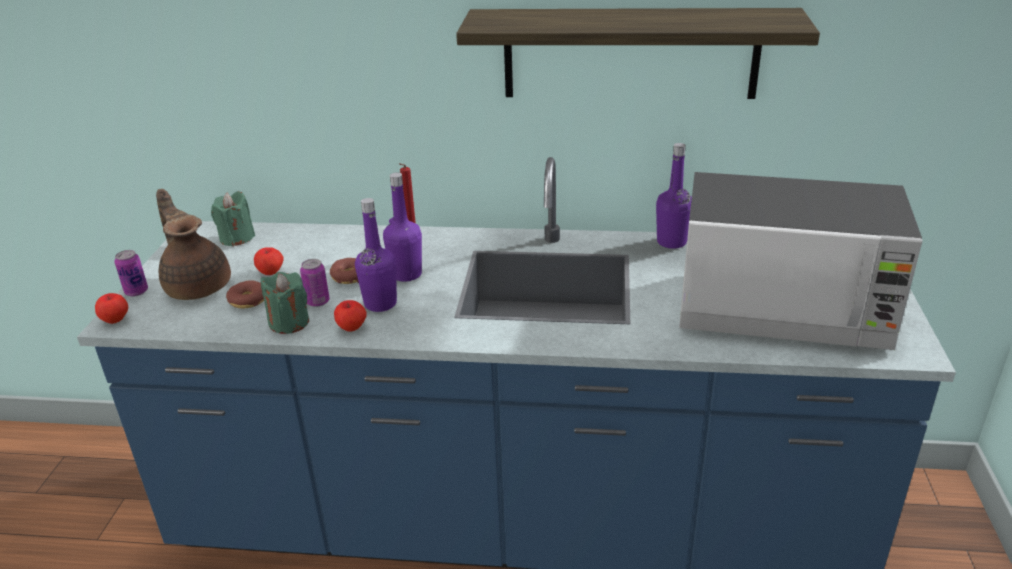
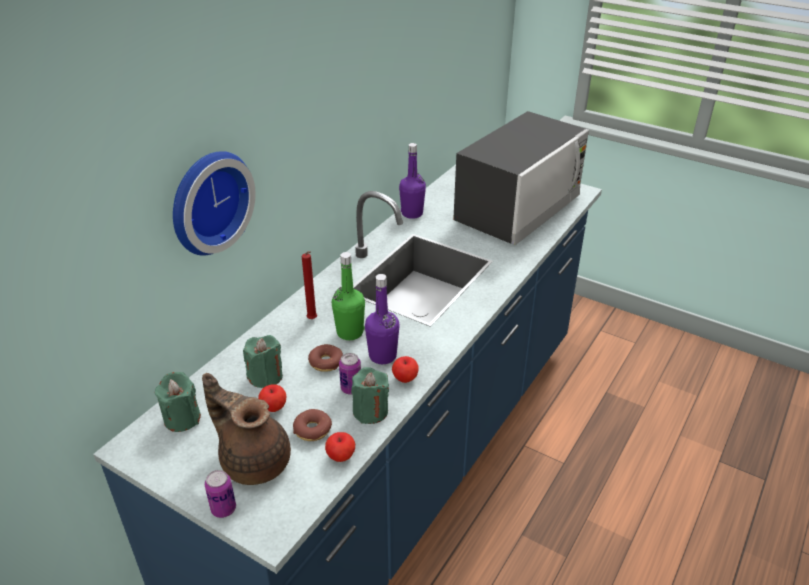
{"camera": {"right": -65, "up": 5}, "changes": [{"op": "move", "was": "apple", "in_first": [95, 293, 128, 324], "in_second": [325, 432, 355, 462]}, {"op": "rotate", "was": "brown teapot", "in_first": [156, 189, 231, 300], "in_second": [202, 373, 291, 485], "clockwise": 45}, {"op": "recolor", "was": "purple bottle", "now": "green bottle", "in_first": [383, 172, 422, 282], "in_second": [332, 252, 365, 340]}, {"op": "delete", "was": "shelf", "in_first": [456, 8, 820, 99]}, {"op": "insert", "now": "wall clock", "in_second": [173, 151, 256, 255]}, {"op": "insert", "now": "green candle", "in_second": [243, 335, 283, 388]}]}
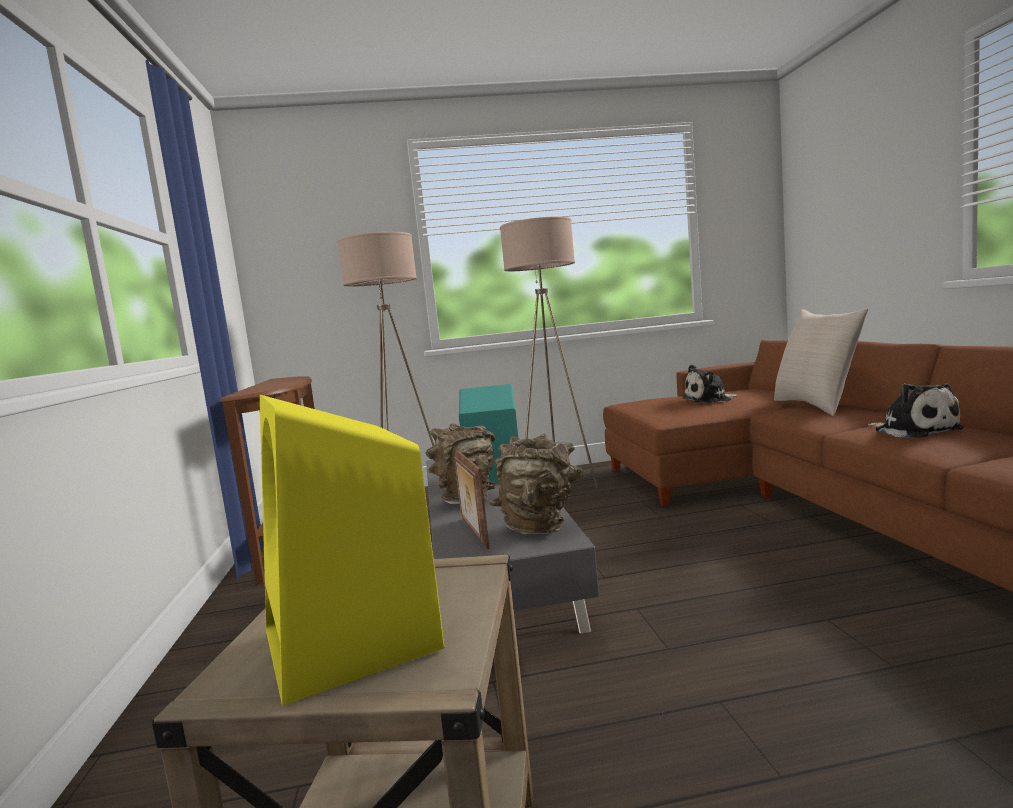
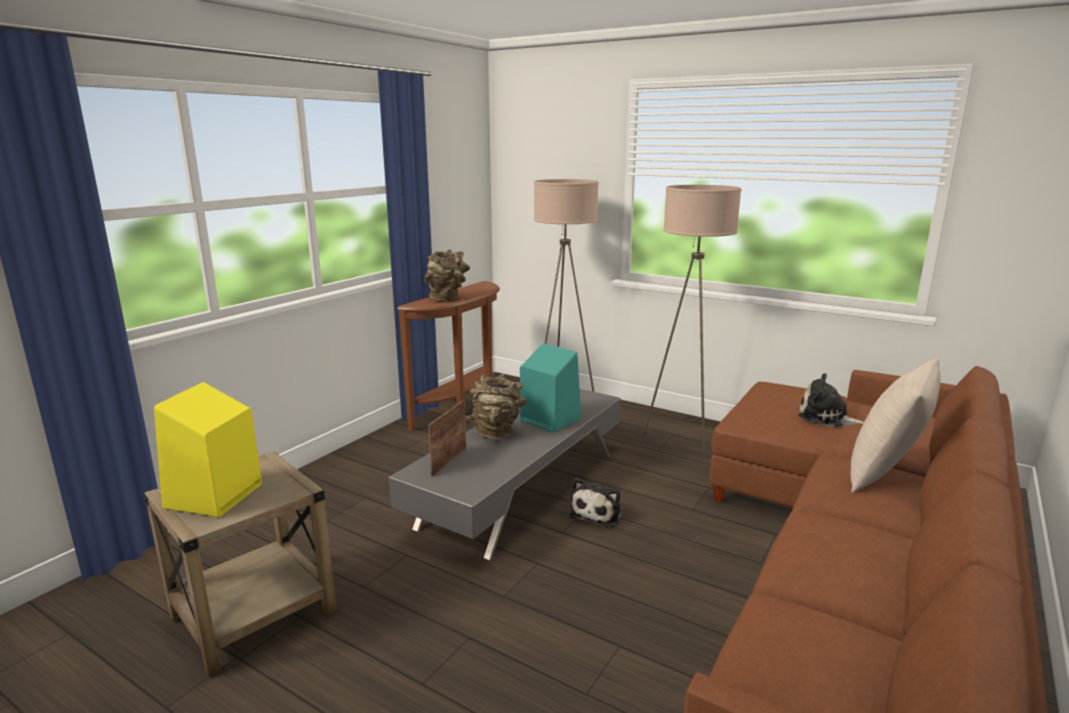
{"camera": {"right": 40, "up": 10}, "changes": [{"op": "move", "was": "brown vase", "in_first": [489, 434, 583, 534], "in_second": [424, 249, 470, 302]}, {"op": "move", "was": "plush toy", "in_first": [868, 383, 964, 438], "in_second": [570, 478, 621, 526]}]}
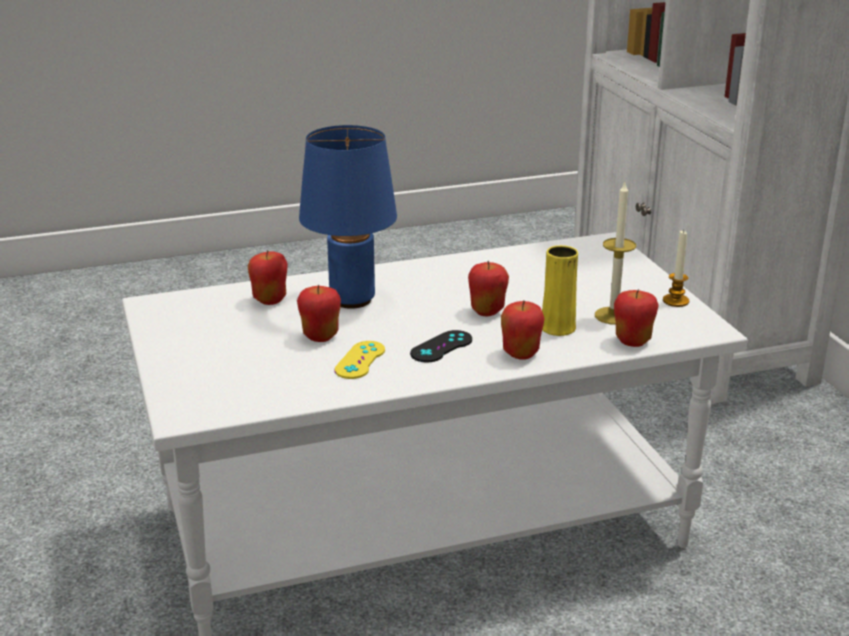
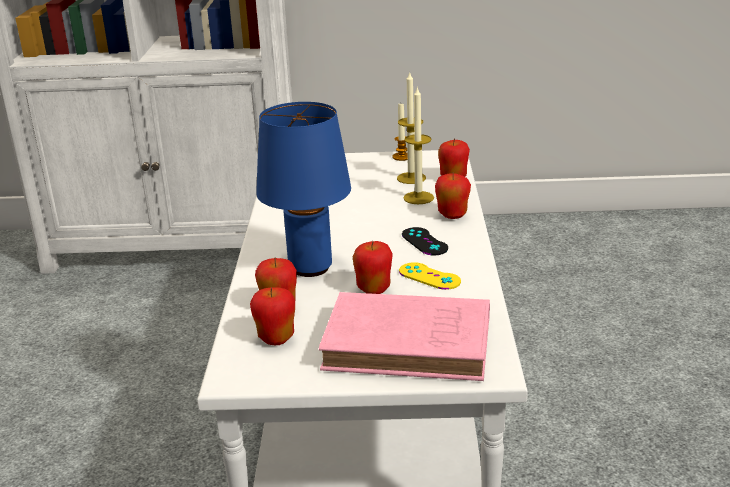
{"camera": {"right": -70, "up": 0}, "changes": [{"op": "move", "was": "apple", "in_first": [468, 261, 509, 316], "in_second": [250, 287, 295, 345]}, {"op": "replace", "was": "yellow vase", "now": "candle", "in_first": [542, 245, 578, 336], "in_second": [403, 86, 434, 204]}, {"op": "insert", "now": "pink book", "in_second": [319, 292, 490, 381]}]}
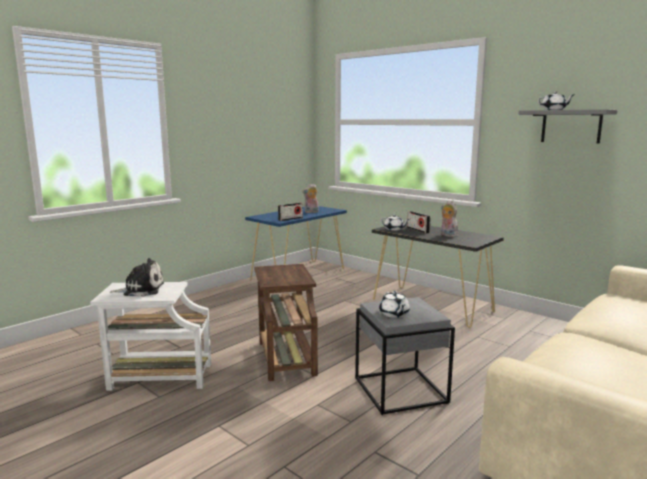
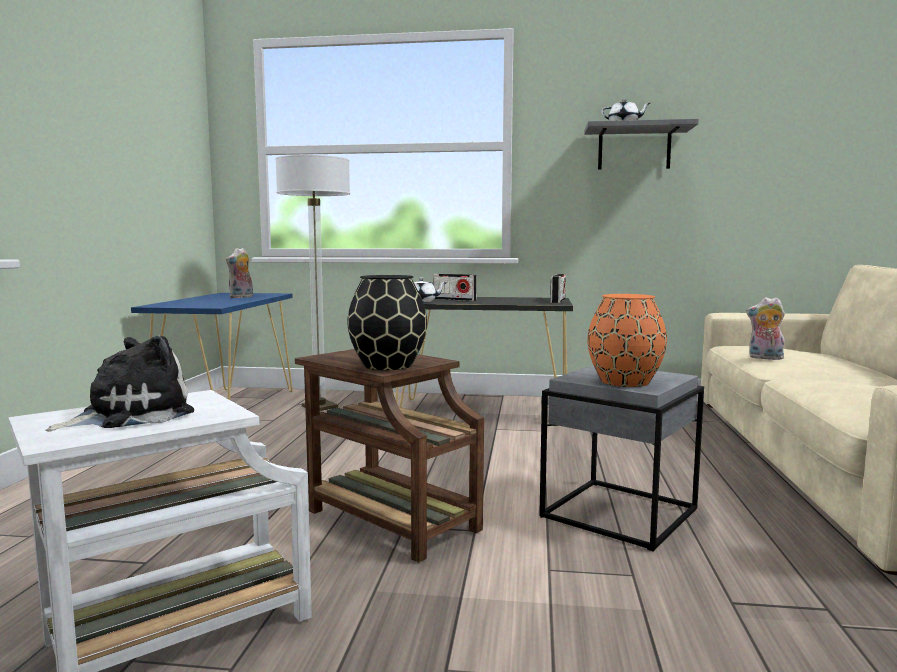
{"camera": {"right": -35, "up": -5}, "changes": [{"op": "move", "was": "radio", "in_first": [278, 203, 303, 221], "in_second": [550, 274, 566, 303]}, {"op": "replace", "was": "white teapot", "now": "orange vase", "in_first": [379, 291, 410, 318], "in_second": [587, 294, 667, 387]}, {"op": "move", "was": "plush toy", "in_first": [441, 200, 458, 237], "in_second": [746, 297, 785, 360]}, {"op": "insert", "now": "floor lamp", "in_second": [275, 155, 350, 411]}, {"op": "insert", "now": "black vase", "in_second": [347, 275, 427, 370]}]}
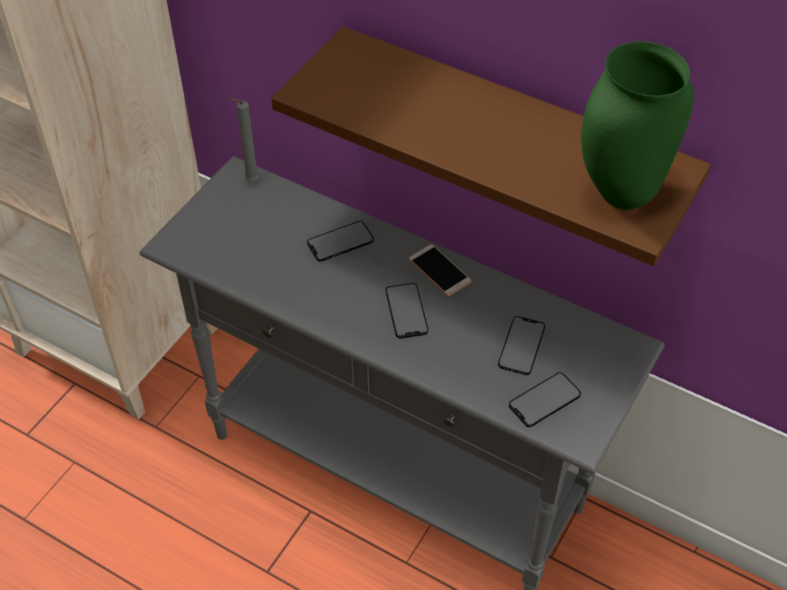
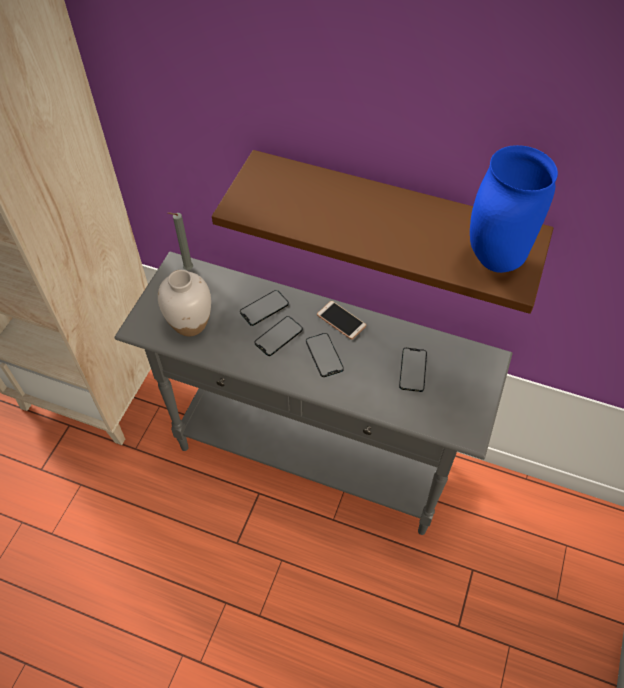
{"camera": {"right": -10, "up": 5}, "changes": [{"op": "move", "was": "phone", "in_first": [509, 372, 581, 427], "in_second": [255, 316, 303, 356]}, {"op": "recolor", "was": "green vase", "now": "blue vase", "in_first": [581, 41, 694, 210], "in_second": [470, 145, 558, 273]}, {"op": "insert", "now": "white vase", "in_second": [158, 270, 211, 336]}]}
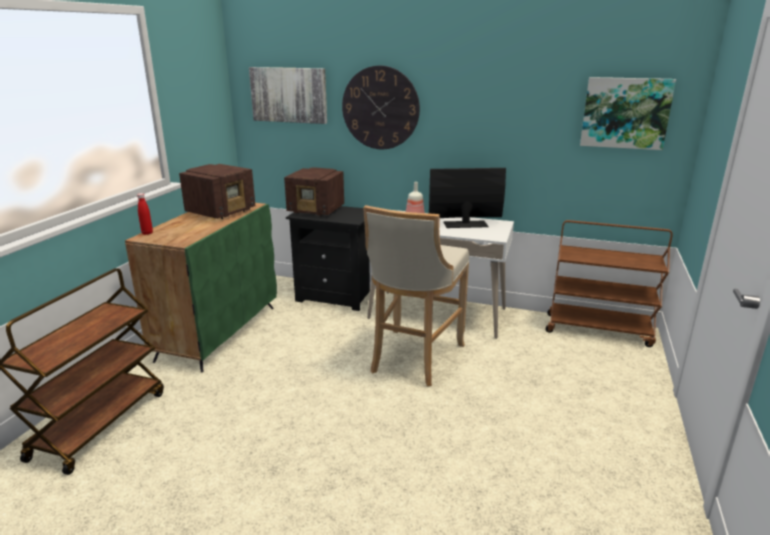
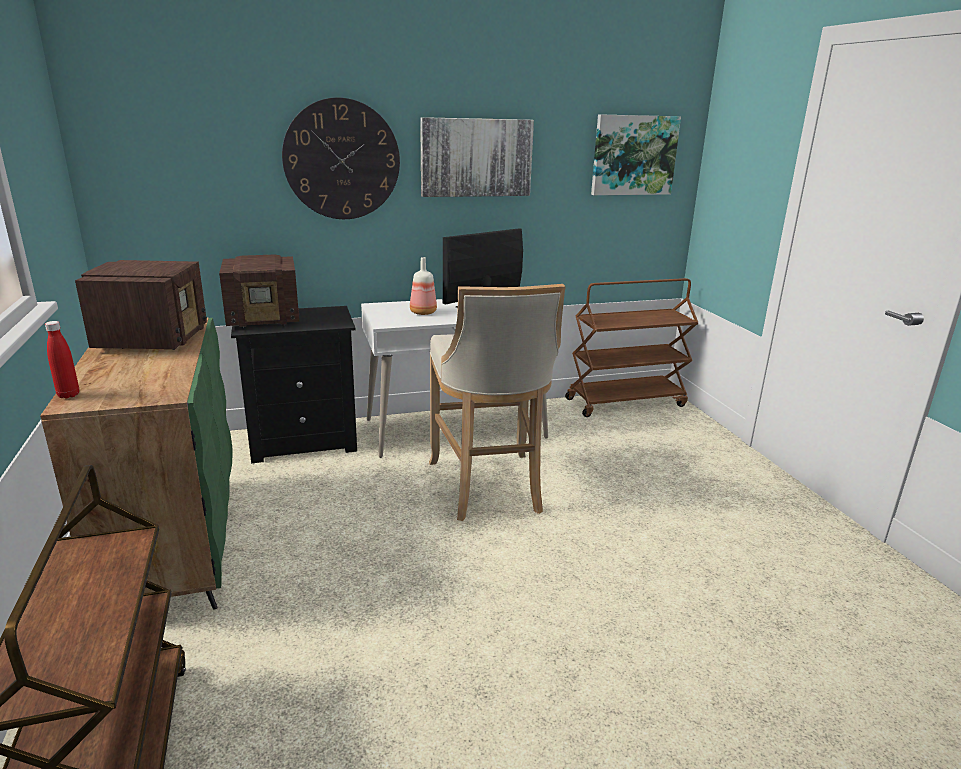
{"camera": {"right": -35, "up": 0}, "changes": [{"op": "move", "was": "picture", "in_first": [249, 67, 327, 124], "in_second": [420, 117, 534, 197]}]}
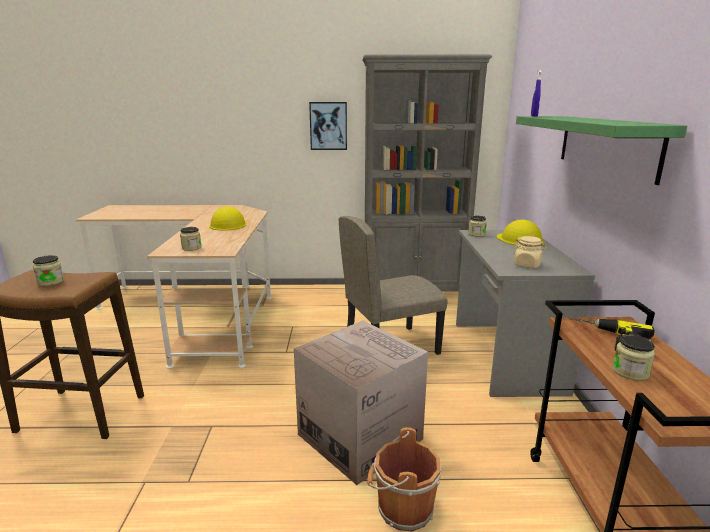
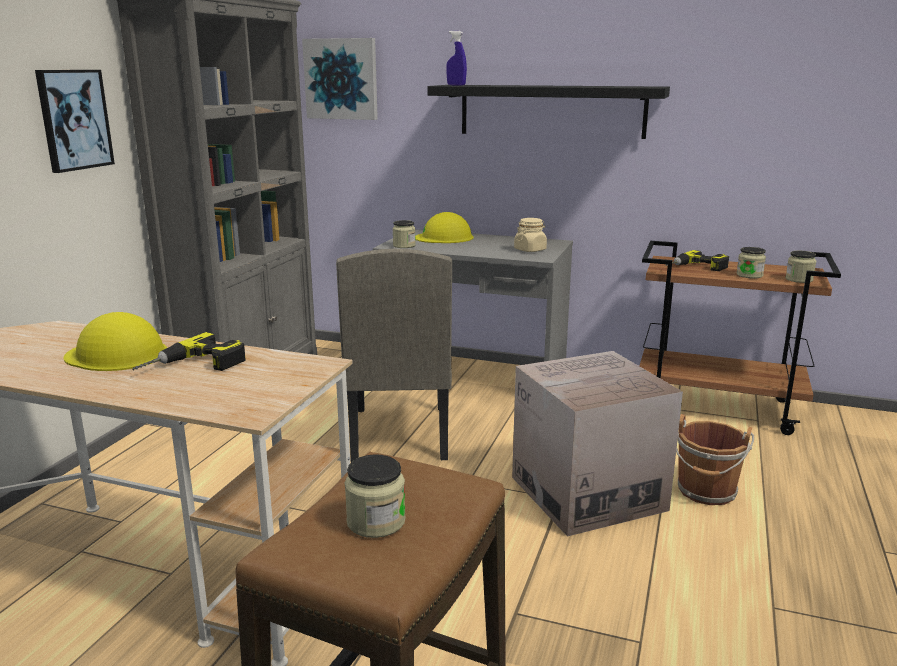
{"camera": {"right": -70, "up": 0}, "changes": [{"op": "move", "was": "jar", "in_first": [180, 227, 202, 251], "in_second": [785, 251, 816, 283]}, {"op": "recolor", "was": "green shelf", "now": "black shelf", "in_first": [516, 116, 687, 185], "in_second": [427, 85, 670, 139]}, {"op": "insert", "now": "power drill", "in_second": [132, 332, 246, 371]}, {"op": "insert", "now": "picture", "in_second": [302, 38, 378, 120]}]}
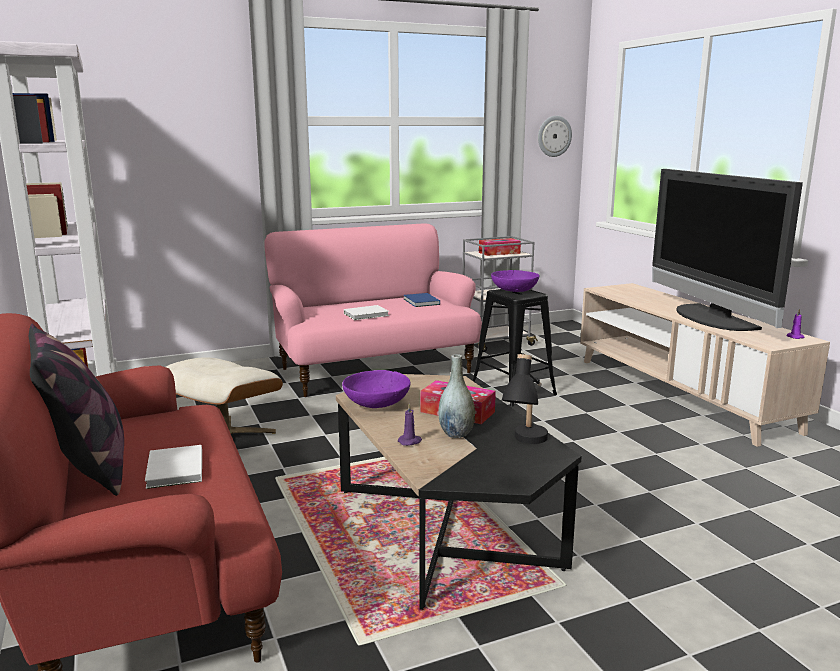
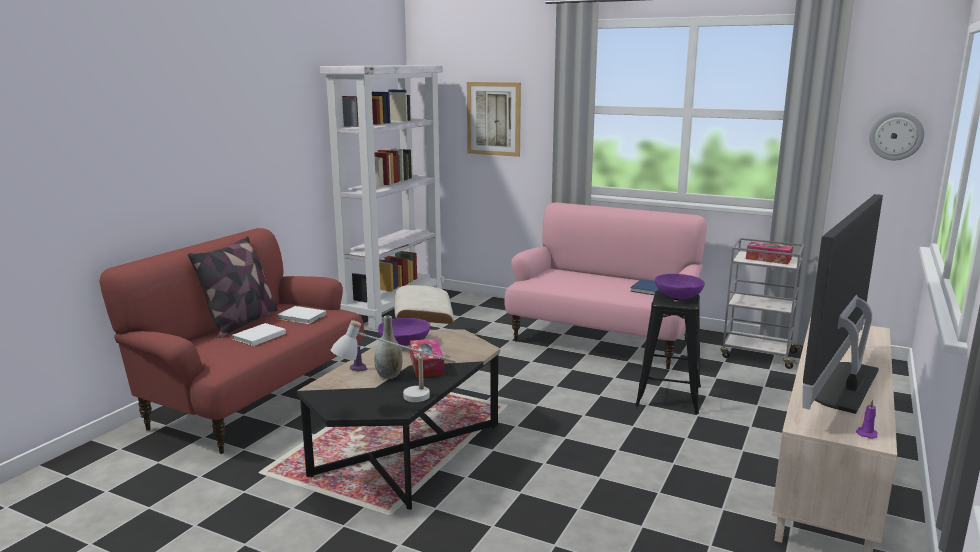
{"camera": {"right": 50, "up": 0}, "changes": [{"op": "move", "was": "white book", "in_first": [344, 305, 389, 320], "in_second": [277, 306, 326, 324]}, {"op": "recolor", "was": "black table lamp", "now": "white table lamp", "in_first": [502, 354, 548, 444], "in_second": [331, 320, 456, 402]}, {"op": "insert", "now": "picture", "in_second": [467, 82, 521, 157]}]}
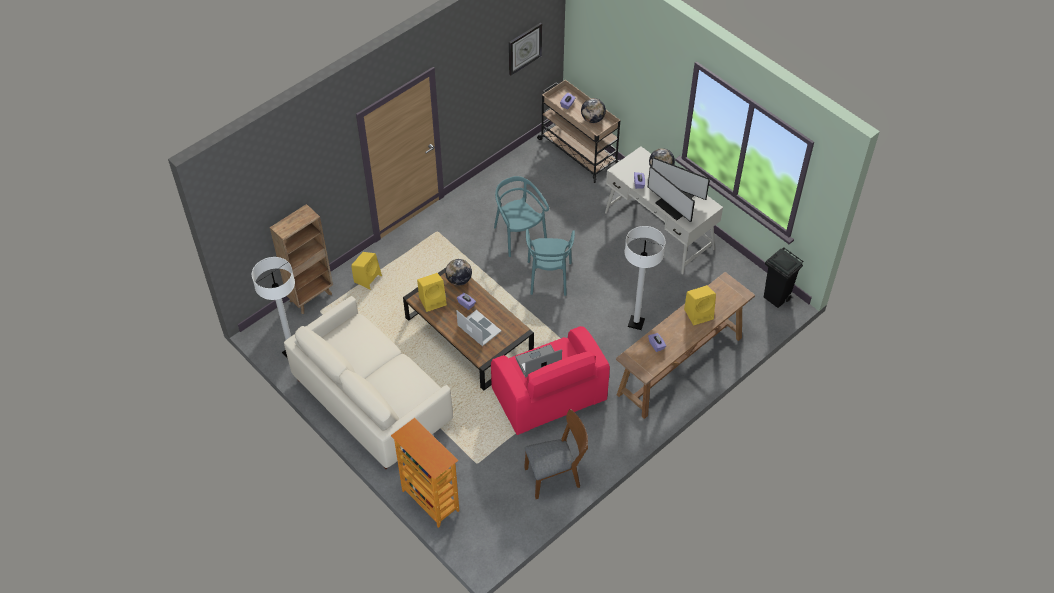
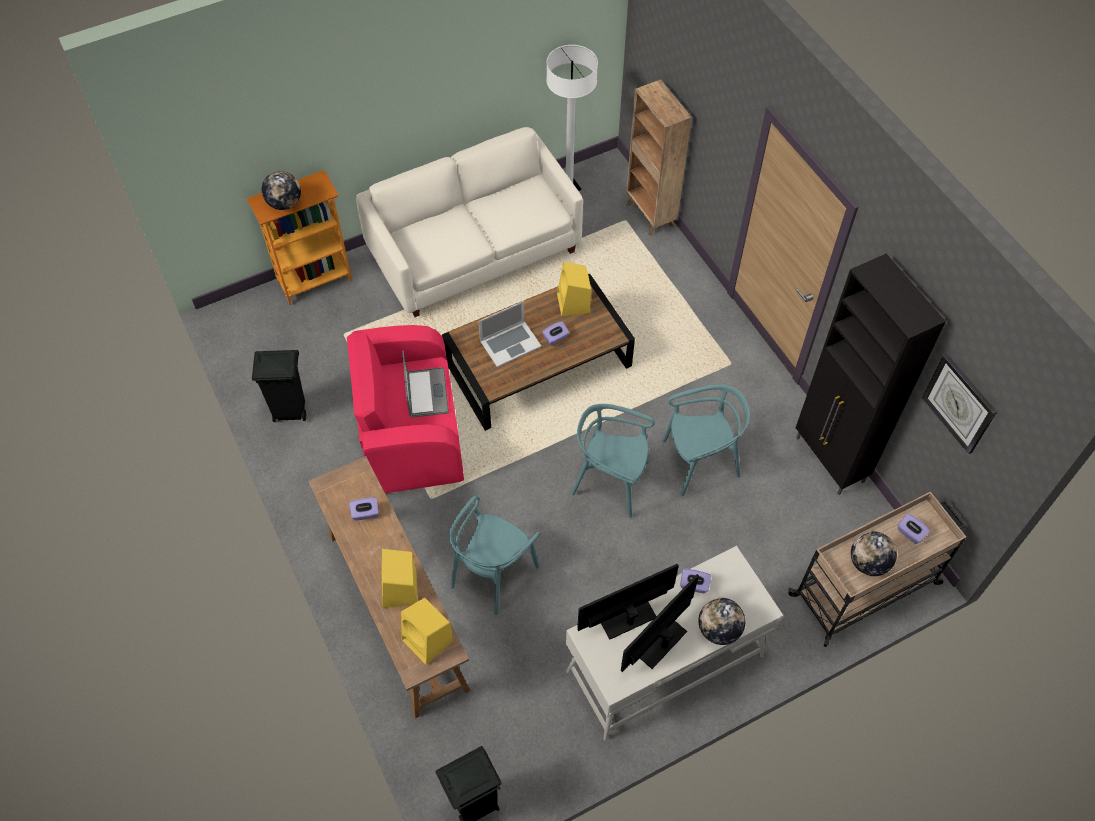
{"camera": {"right": 105, "up": 5}, "changes": [{"op": "move", "was": "yellow speaker", "in_first": [351, 252, 382, 290], "in_second": [401, 598, 453, 665]}, {"op": "move", "was": "globe", "in_first": [445, 259, 472, 286], "in_second": [262, 171, 301, 210]}, {"op": "replace", "was": "brown chair", "now": "black trash can", "in_first": [524, 409, 588, 499], "in_second": [252, 350, 306, 422]}, {"op": "replace", "was": "white floor lamp", "now": "turquoise chair", "in_first": [625, 226, 665, 330], "in_second": [449, 495, 541, 615]}, {"op": "insert", "now": "black cabinet", "in_second": [796, 254, 946, 495]}]}
